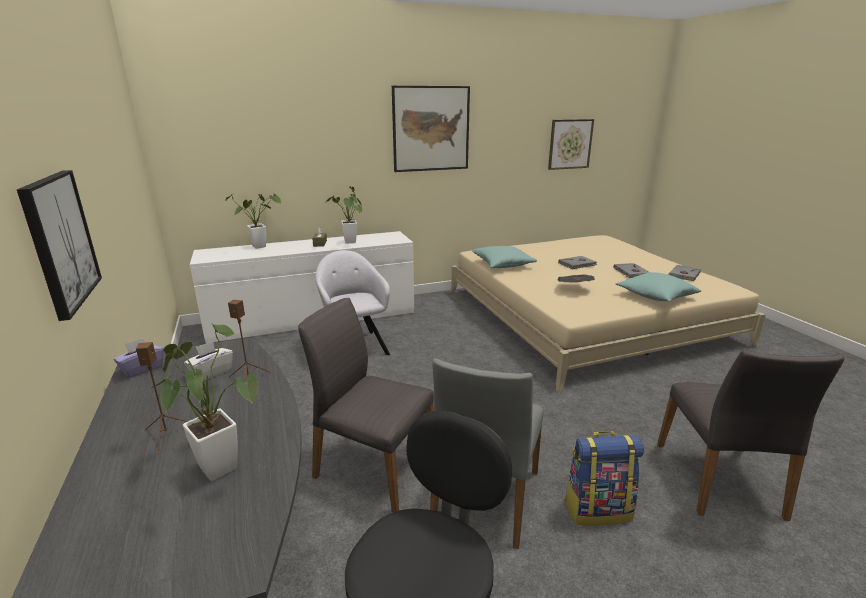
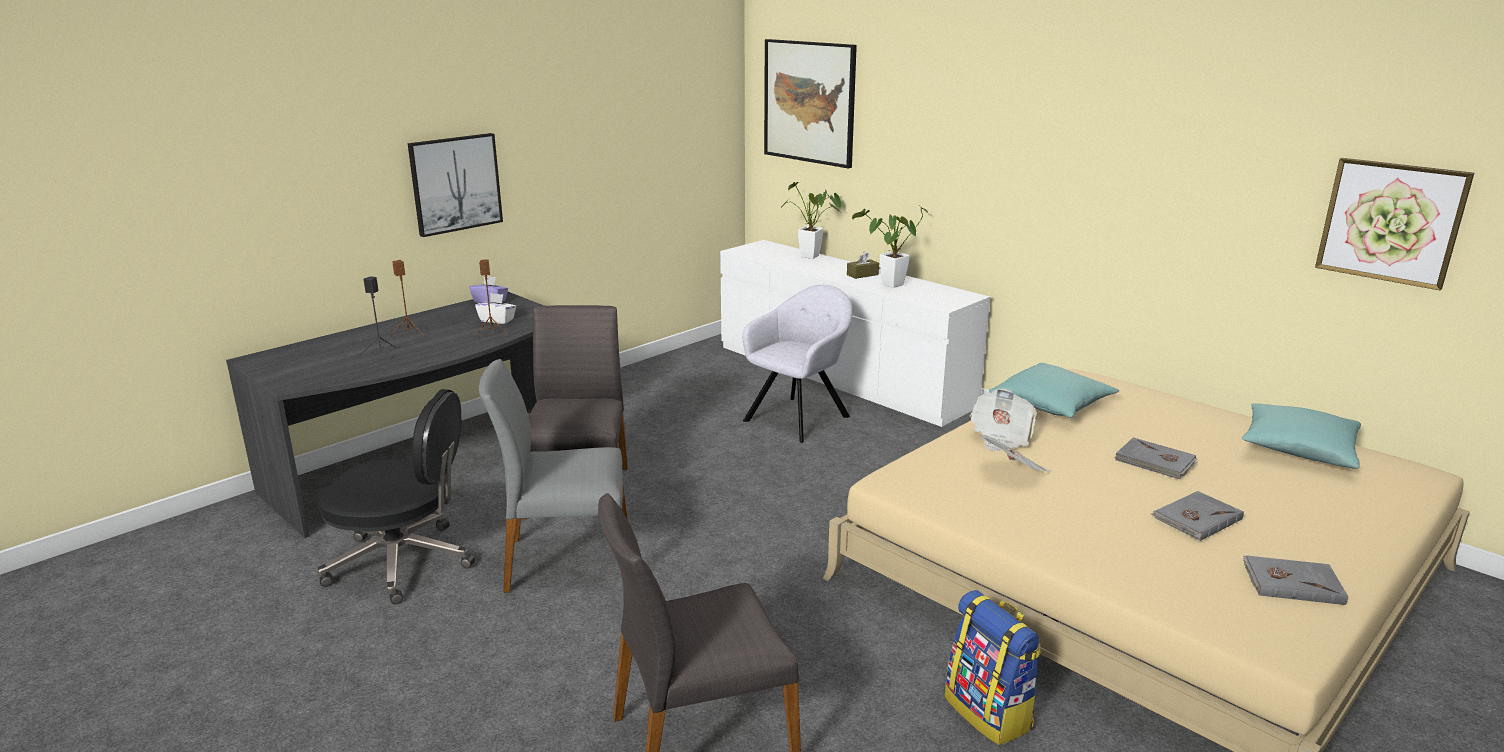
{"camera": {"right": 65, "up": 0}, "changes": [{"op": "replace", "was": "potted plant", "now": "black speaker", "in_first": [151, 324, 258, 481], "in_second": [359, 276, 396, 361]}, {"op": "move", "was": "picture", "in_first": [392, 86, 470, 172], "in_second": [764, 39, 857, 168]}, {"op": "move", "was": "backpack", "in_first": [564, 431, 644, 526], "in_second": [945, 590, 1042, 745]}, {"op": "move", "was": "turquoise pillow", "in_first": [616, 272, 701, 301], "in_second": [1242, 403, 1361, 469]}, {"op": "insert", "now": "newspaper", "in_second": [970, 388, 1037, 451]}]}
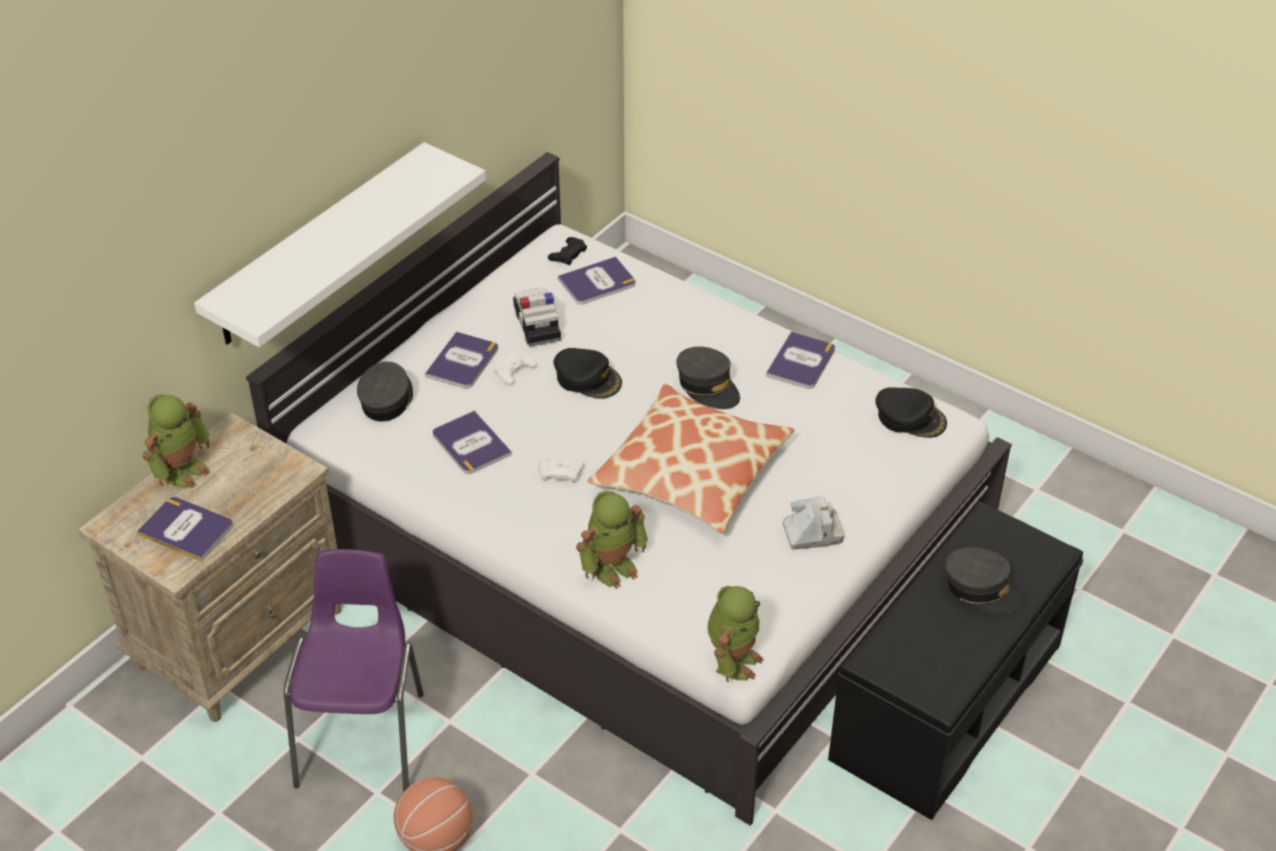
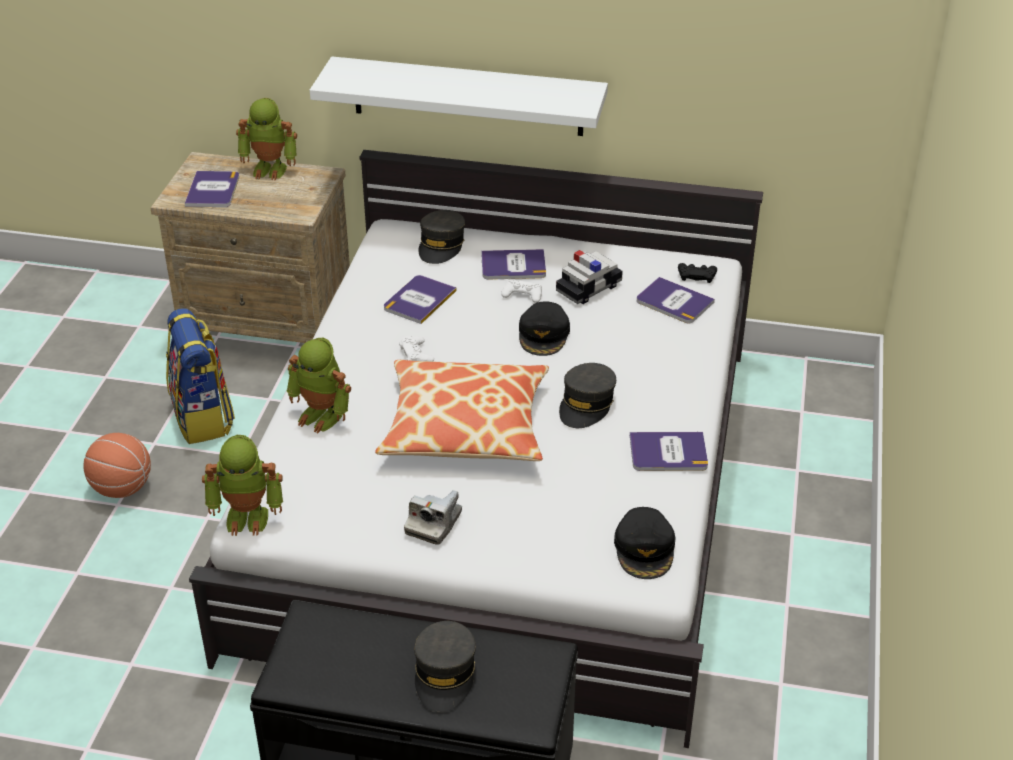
{"camera": {"right": 65, "up": -5}, "changes": [{"op": "replace", "was": "purple chair", "now": "backpack", "in_first": [284, 549, 424, 792], "in_second": [166, 308, 235, 444]}, {"op": "rotate", "was": "grey cap", "in_first": [357, 362, 413, 421], "in_second": [418, 210, 465, 264], "clockwise": 120}, {"op": "rotate", "was": "photo camera", "in_first": [783, 497, 844, 549], "in_second": [404, 490, 462, 545], "clockwise": 60}]}
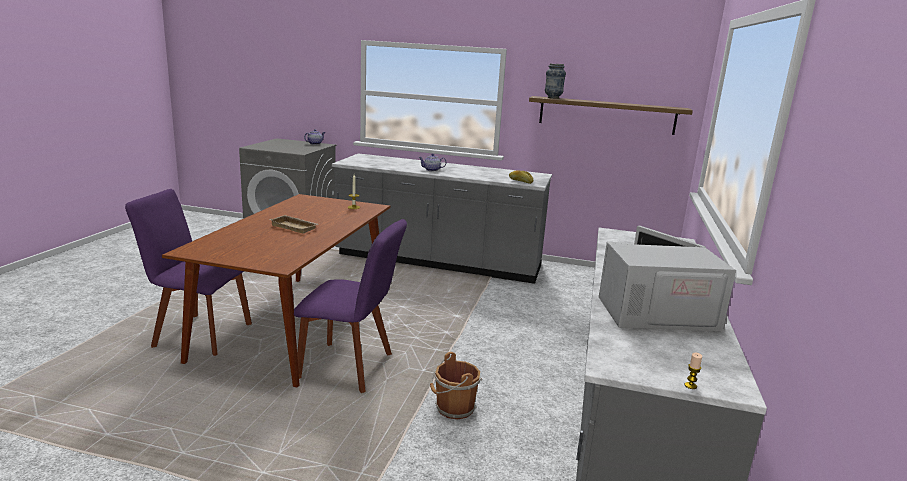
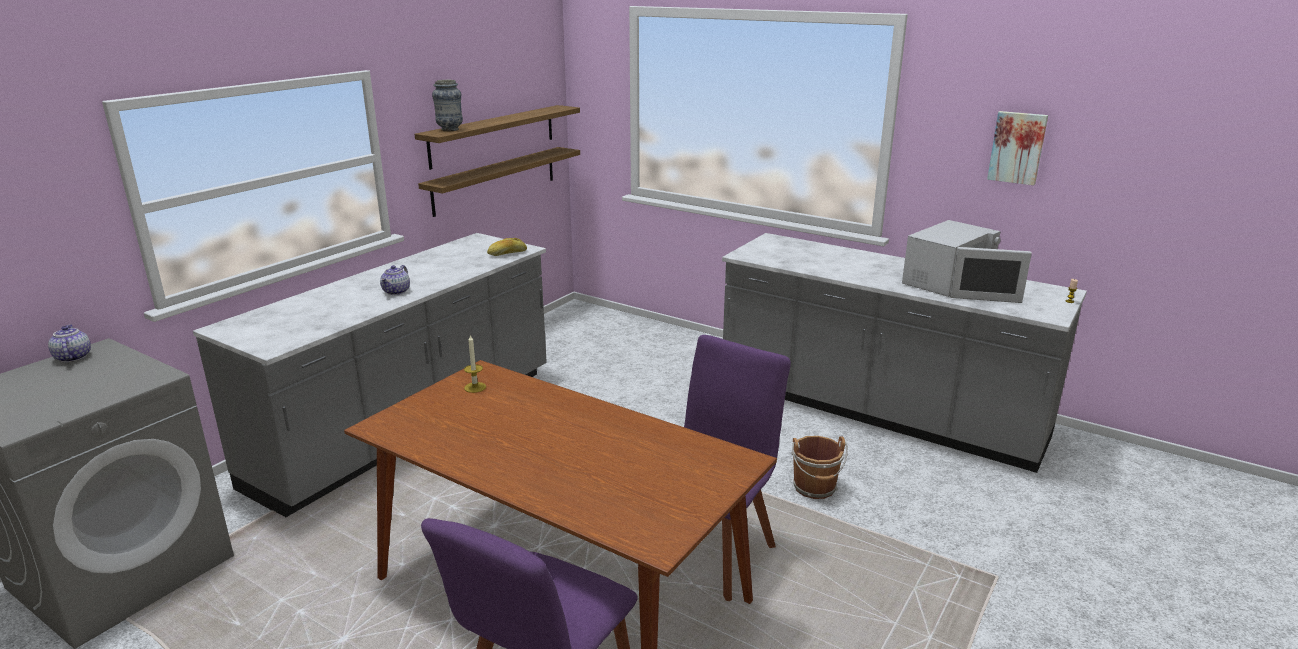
{"camera": {"right": -70, "up": 5}, "changes": [{"op": "delete", "was": "beige tray", "in_first": [270, 215, 318, 234]}, {"op": "rotate", "was": "white microwave", "in_first": [599, 226, 736, 331], "in_second": [902, 220, 1032, 303], "clockwise": -150}, {"op": "insert", "now": "shelf", "in_second": [418, 147, 580, 217]}, {"op": "insert", "now": "picture", "in_second": [987, 111, 1048, 185]}]}
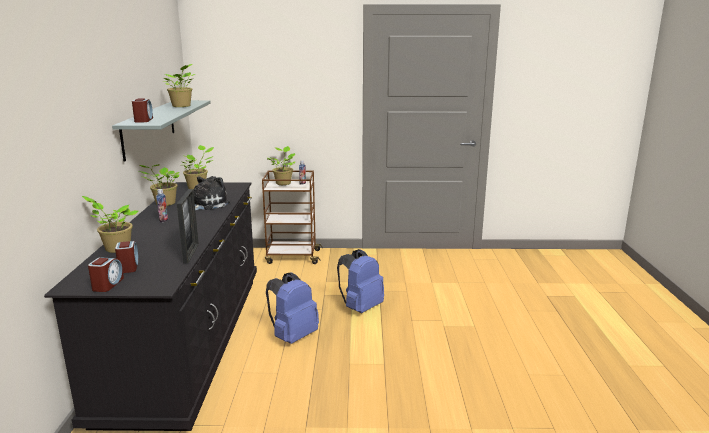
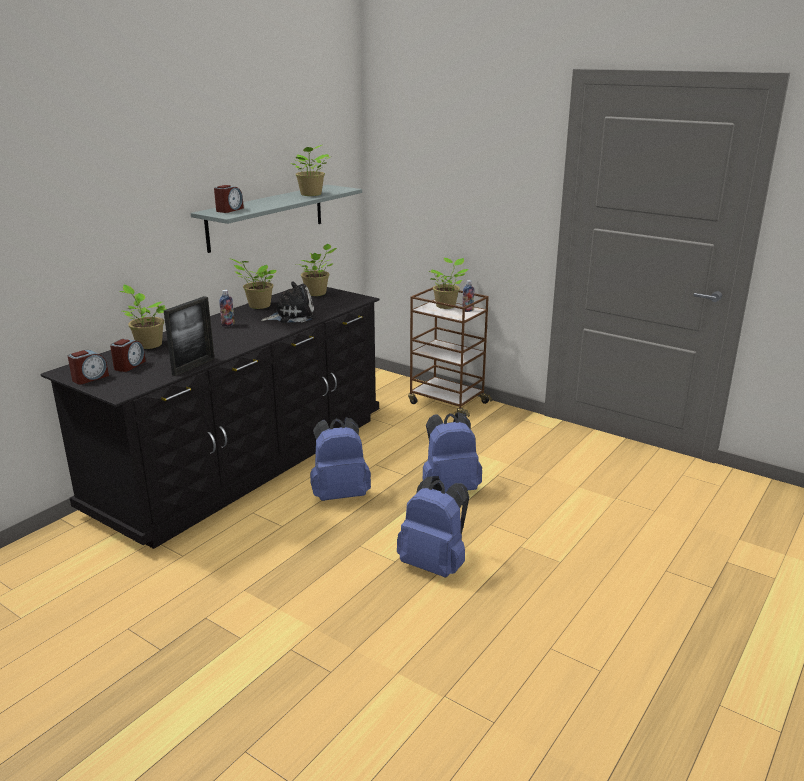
{"camera": {"right": 35, "up": 5}, "changes": [{"op": "insert", "now": "blue backpack", "in_second": [397, 476, 469, 578]}]}
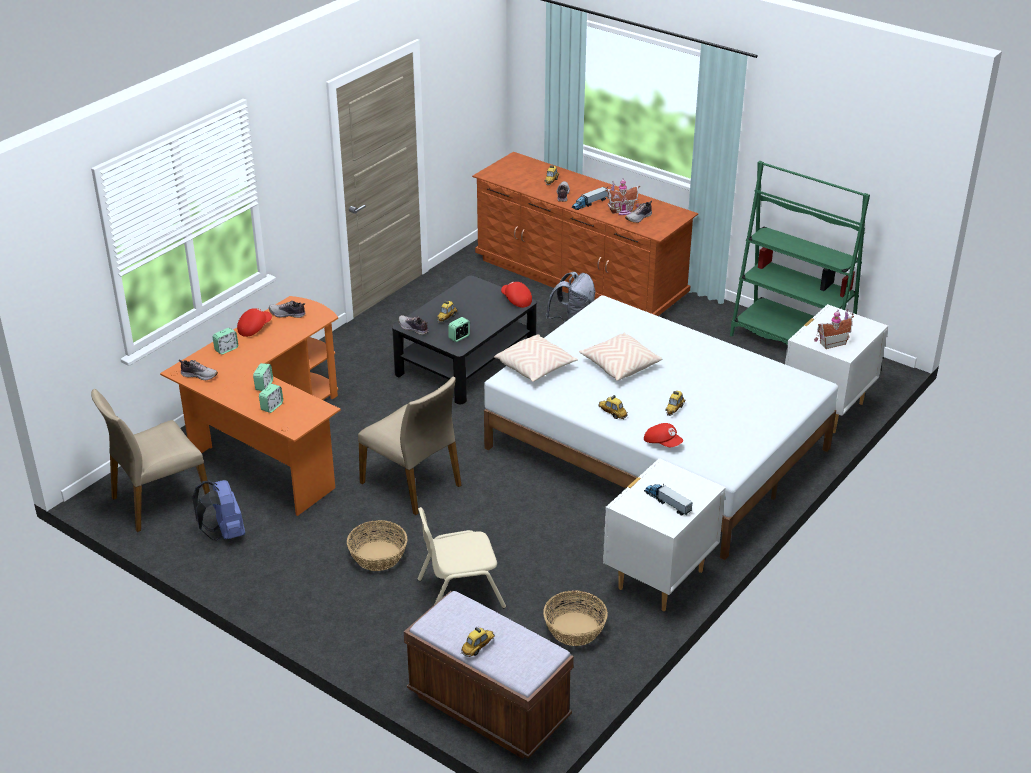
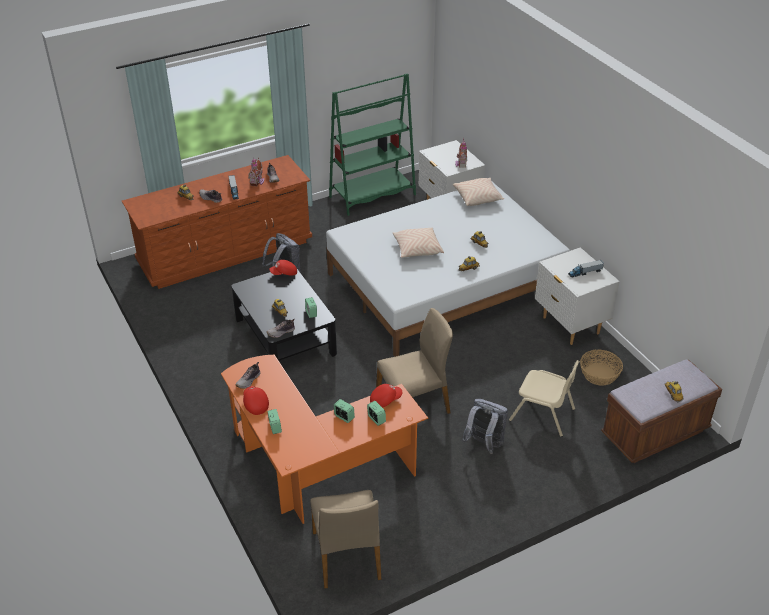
{"camera": {"right": -65, "up": 5}, "changes": [{"op": "delete", "was": "shoe", "in_first": [179, 359, 218, 380]}, {"op": "delete", "was": "blue backpack", "in_first": [192, 480, 245, 541]}, {"op": "replace", "was": "basket", "now": "grey backpack", "in_first": [347, 520, 407, 571], "in_second": [462, 399, 508, 454]}, {"op": "rotate", "was": "beige chair", "in_first": [417, 507, 506, 608], "in_second": [509, 360, 580, 437], "clockwise": -75}, {"op": "move", "was": "beige pillow", "in_first": [494, 334, 578, 382], "in_second": [453, 178, 504, 206]}, {"op": "move", "was": "red cap", "in_first": [644, 423, 683, 447], "in_second": [370, 384, 402, 408]}]}
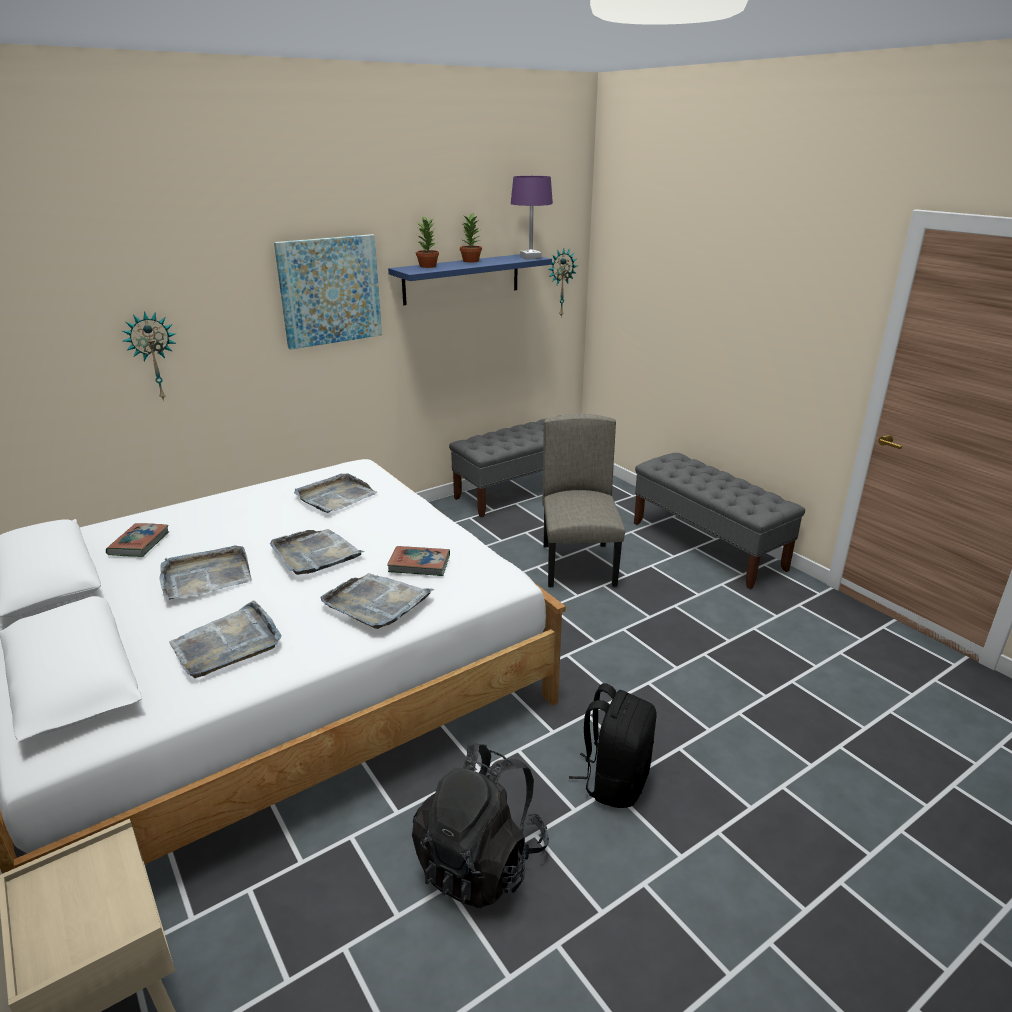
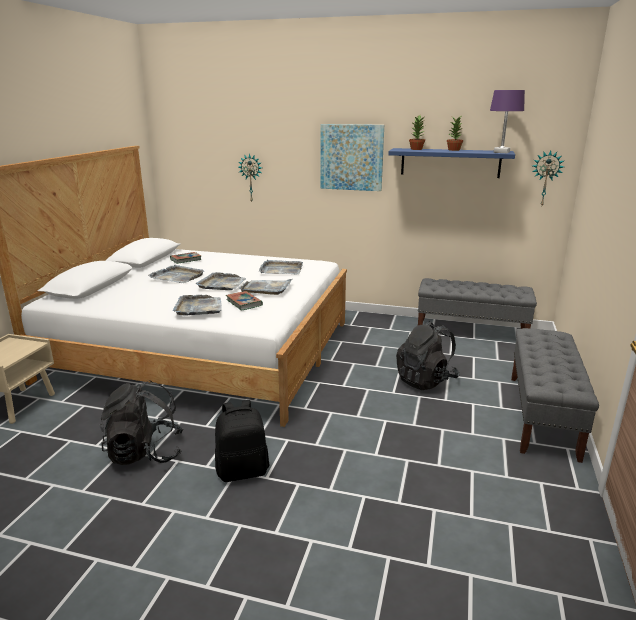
{"camera": {"right": 50, "up": -5}, "changes": [{"op": "move", "was": "grey tray", "in_first": [169, 600, 282, 678], "in_second": [240, 279, 292, 295]}, {"op": "replace", "was": "beige chair", "now": "black backpack", "in_first": [542, 414, 625, 587], "in_second": [396, 320, 460, 390]}]}
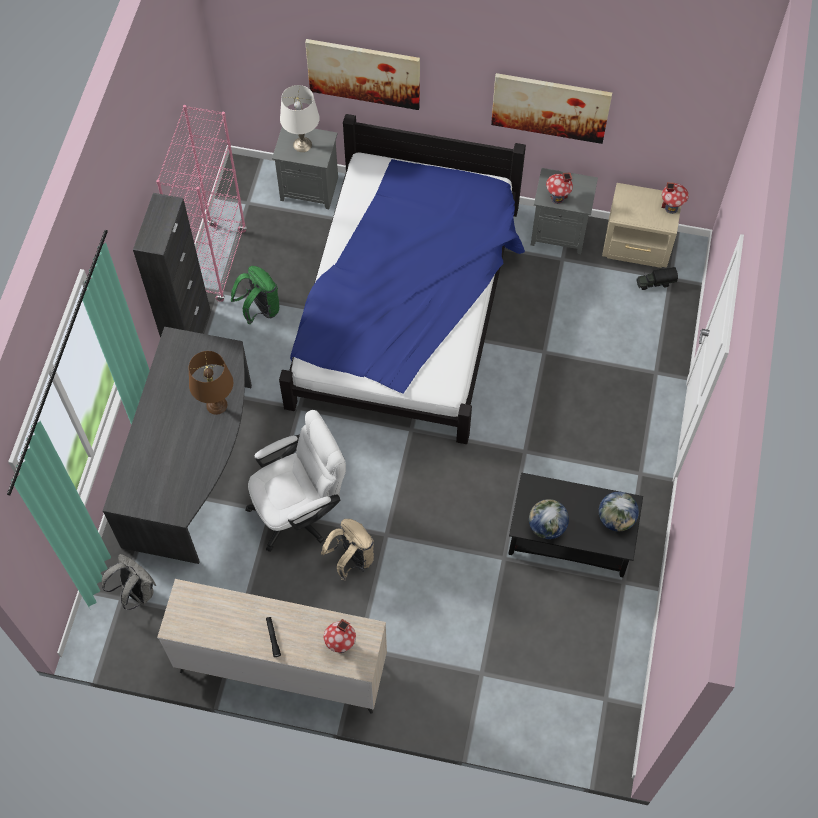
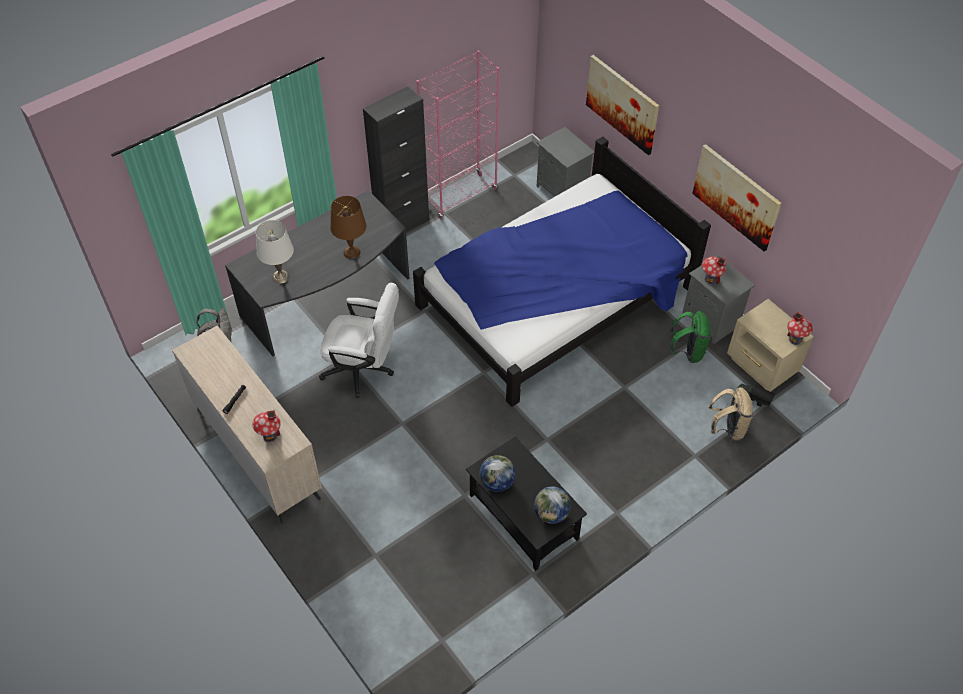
{"camera": {"right": 40, "up": -10}, "changes": [{"op": "move", "was": "green backpack", "in_first": [231, 266, 279, 324], "in_second": [670, 311, 711, 363]}, {"op": "move", "was": "white table lamp", "in_first": [280, 85, 320, 152], "in_second": [256, 220, 294, 284]}, {"op": "move", "was": "beige backpack", "in_first": [321, 519, 374, 581], "in_second": [708, 387, 754, 441]}]}
